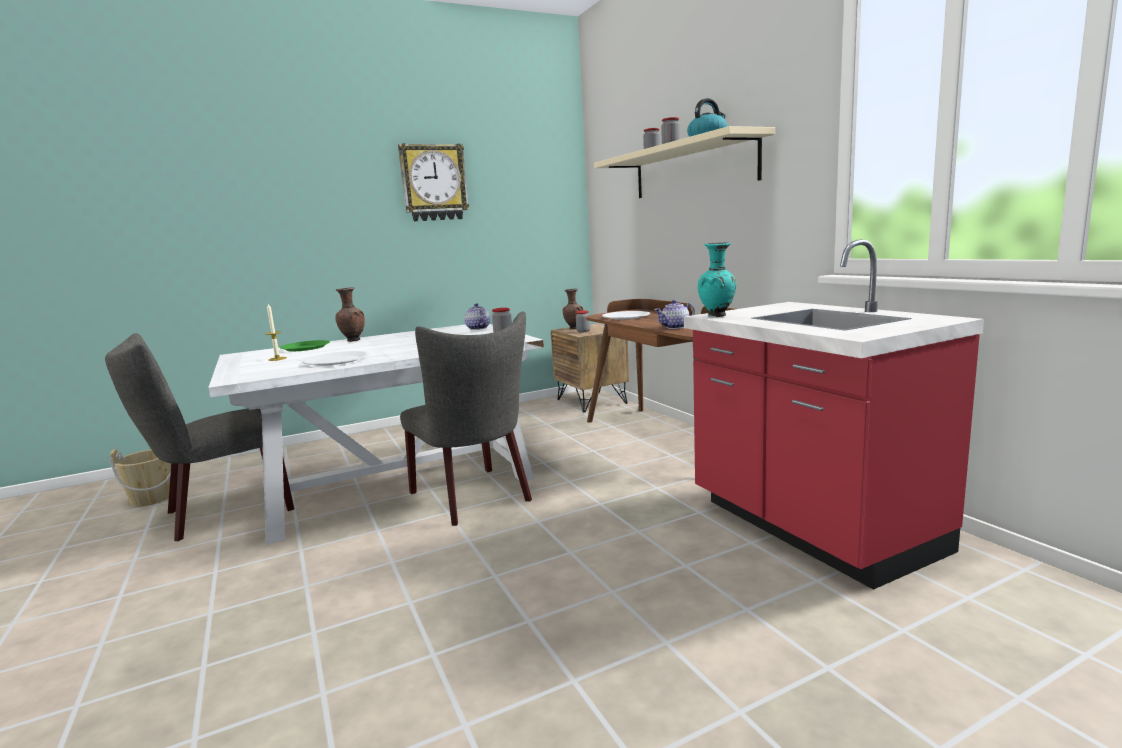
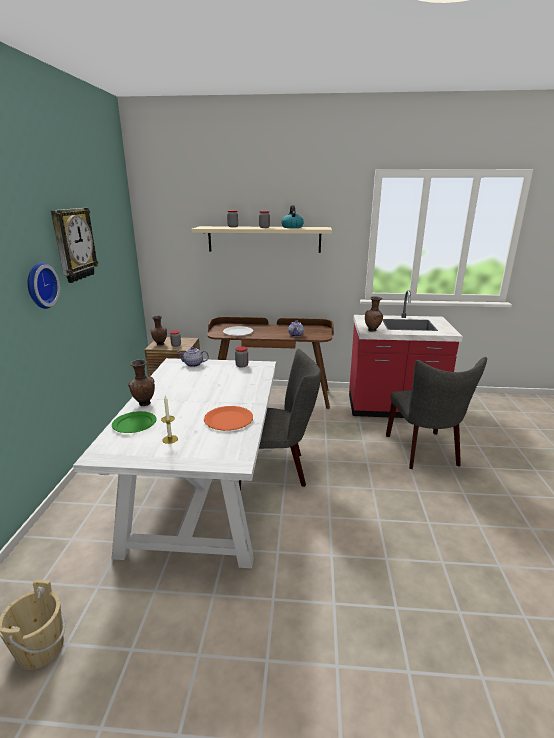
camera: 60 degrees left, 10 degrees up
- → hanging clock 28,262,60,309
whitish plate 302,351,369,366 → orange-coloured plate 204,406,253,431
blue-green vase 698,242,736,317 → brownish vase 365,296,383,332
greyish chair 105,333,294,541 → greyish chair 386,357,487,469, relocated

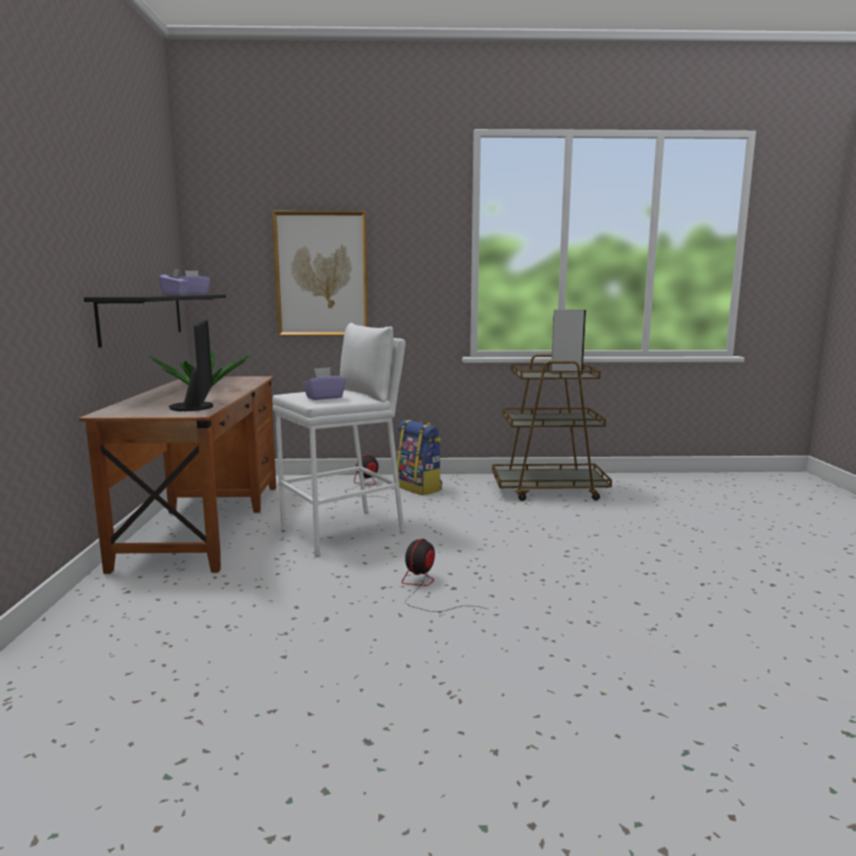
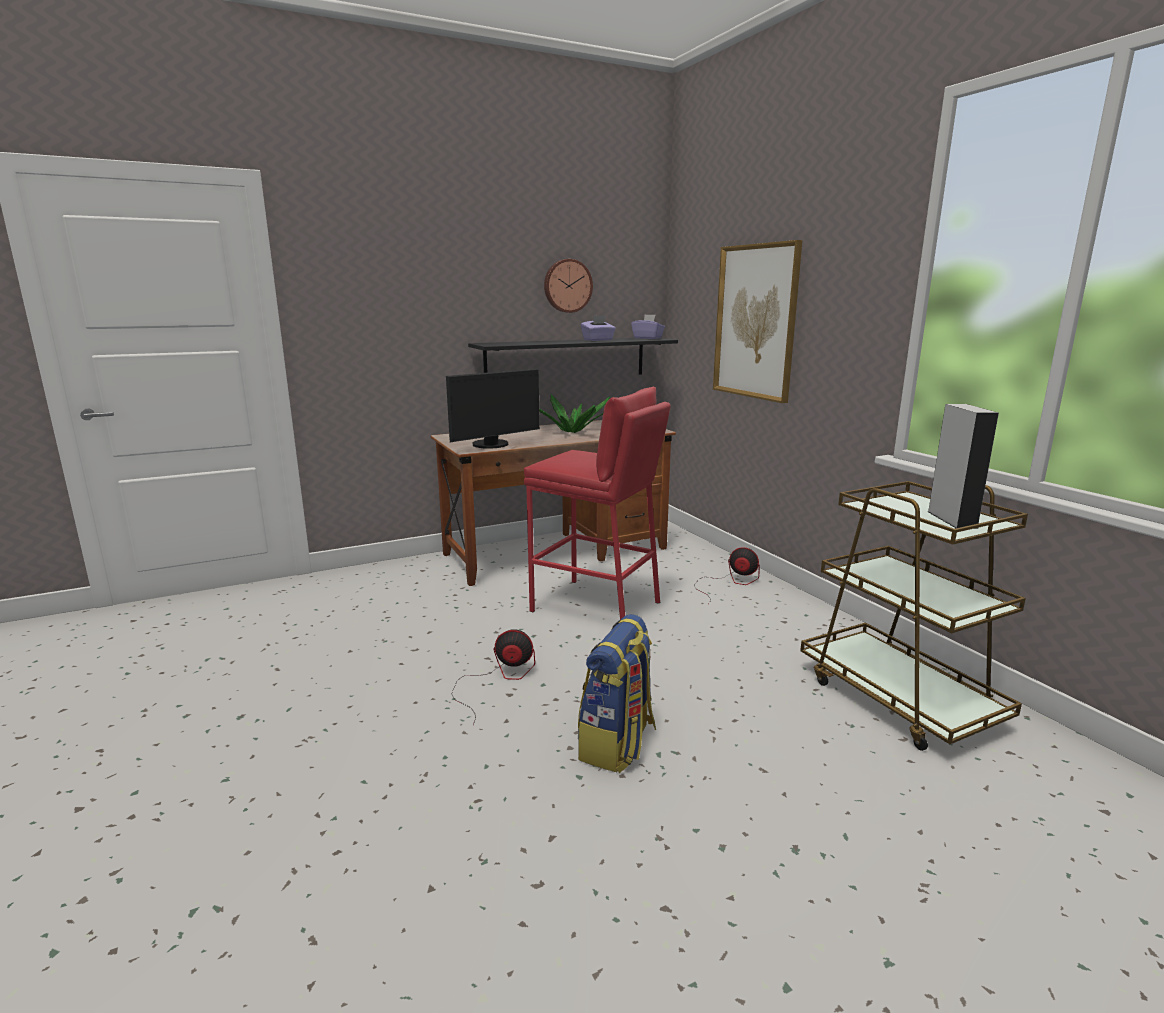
camera: 65 degrees right, 5 degrees up
whitish stool seat 273,323,406,557 → red stool seat 524,387,671,619
- → hanging clock 544,259,593,313
backpack 396,419,442,495 → backpack 578,614,656,773, relocated
purple tissue box 302,367,346,400 → -

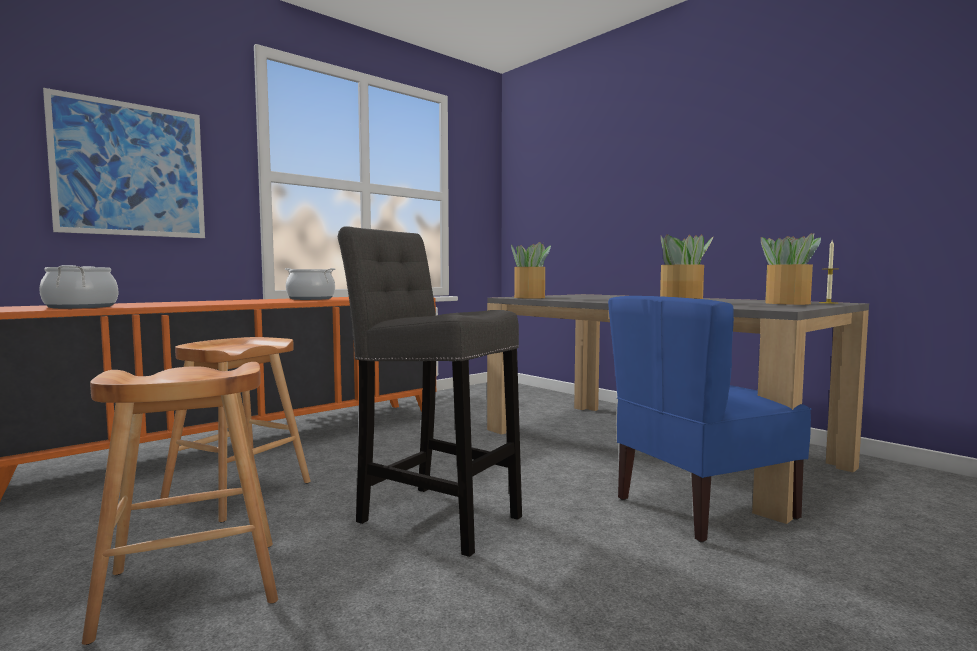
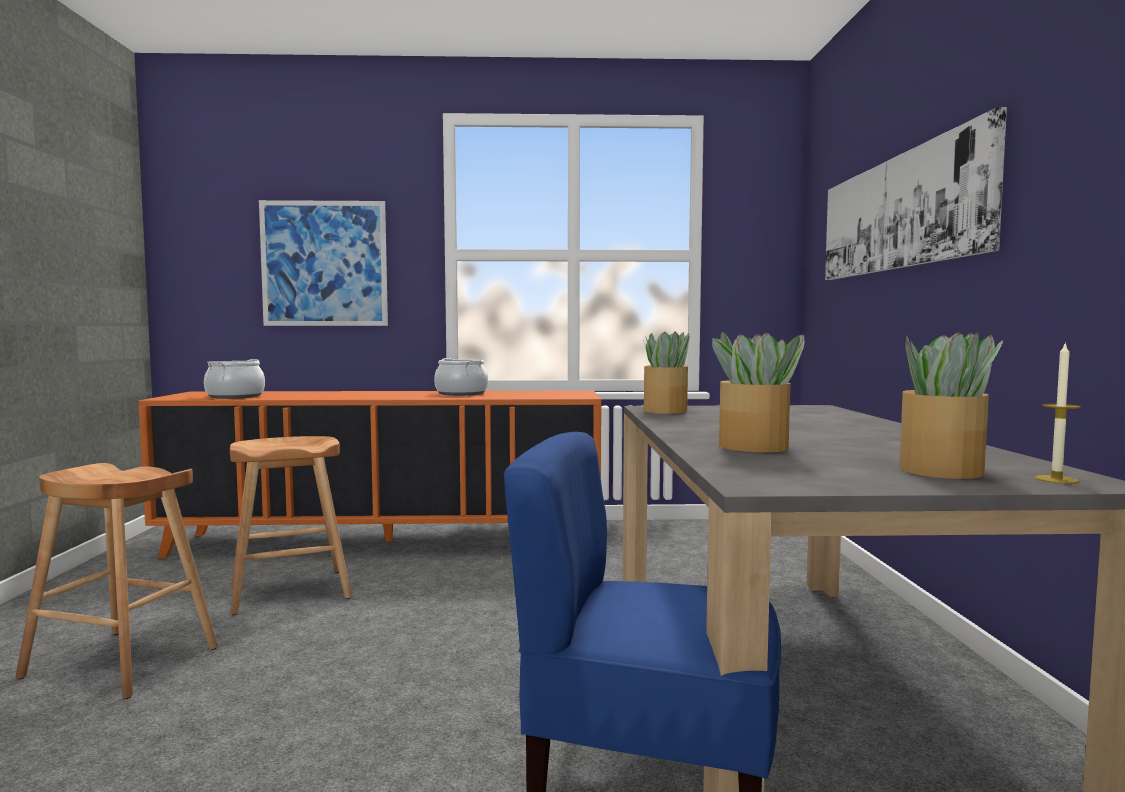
camera: 40 degrees right, 0 degrees up
- → picture 825,107,1007,280
greyish stool seat 338,226,522,557 → -

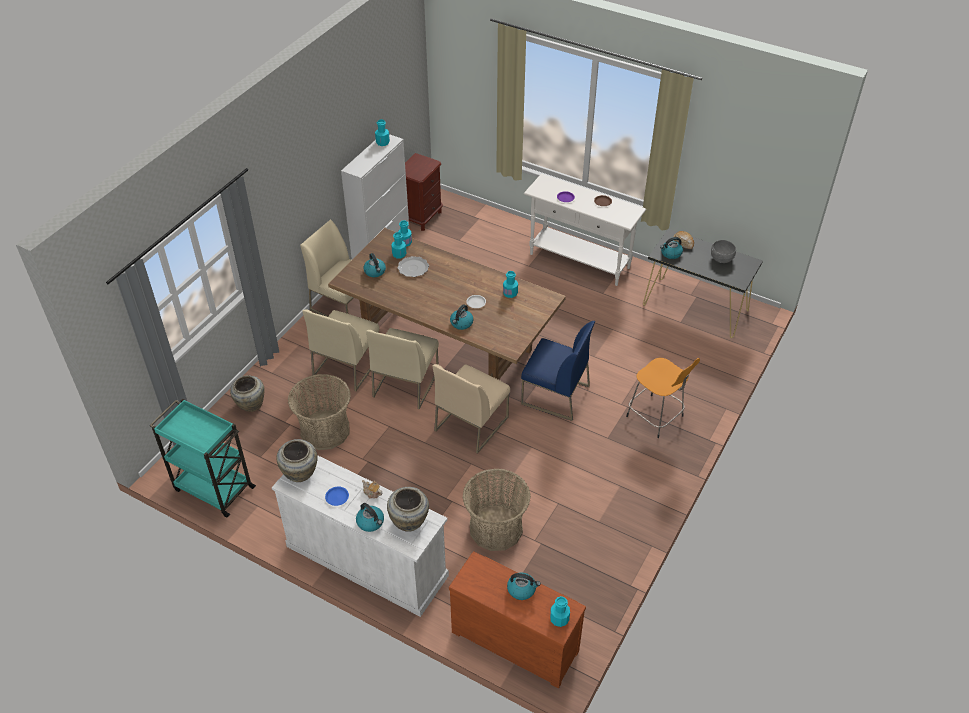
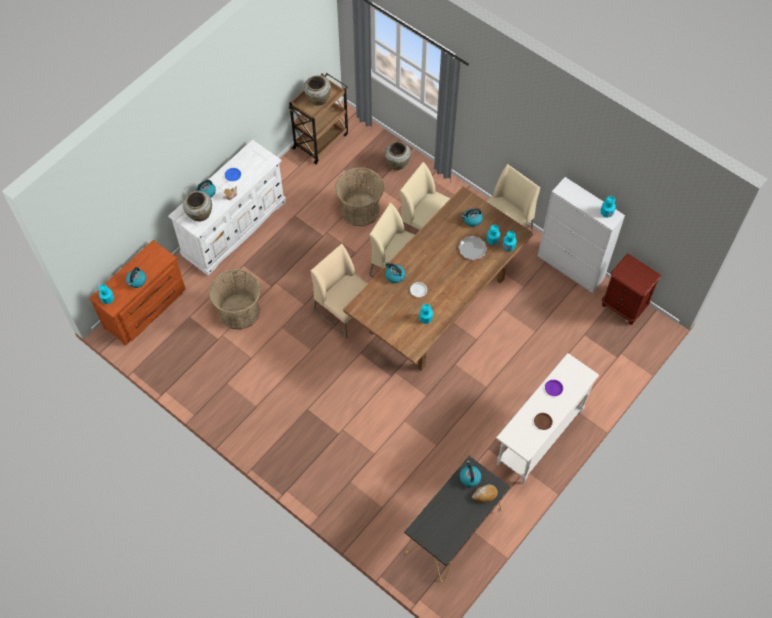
camera: 100 degrees right, 15 degrees up
blue-green wheeled cart 150,398,256,517 → brownish wheeled cart 288,73,348,164
beige-coloured vase 276,439,318,482 → beige-coloured vase 304,76,331,106, relocated
blue chair 521,321,595,421 → -
orange-coloured stool seat 626,358,700,438 → -
greyish deep dish 711,240,736,263 → -

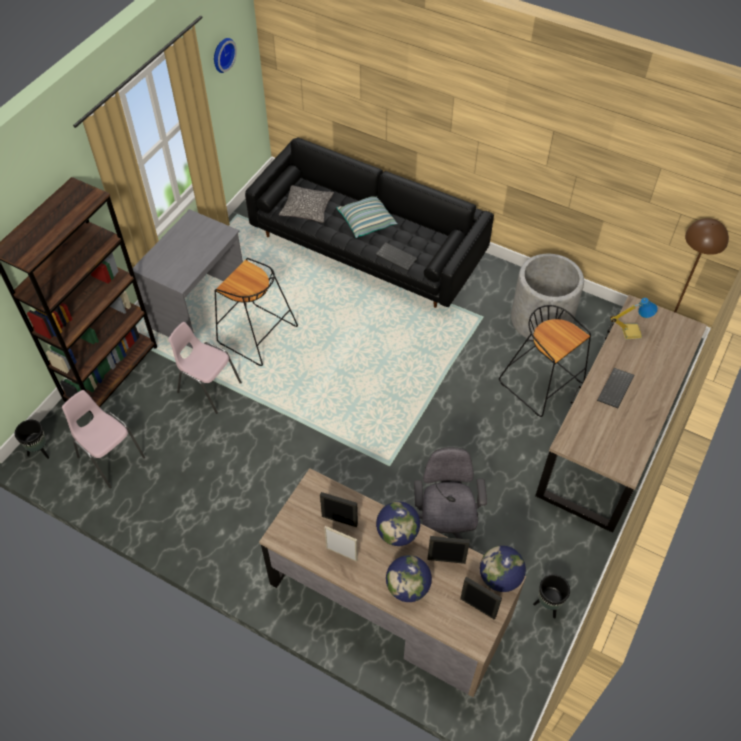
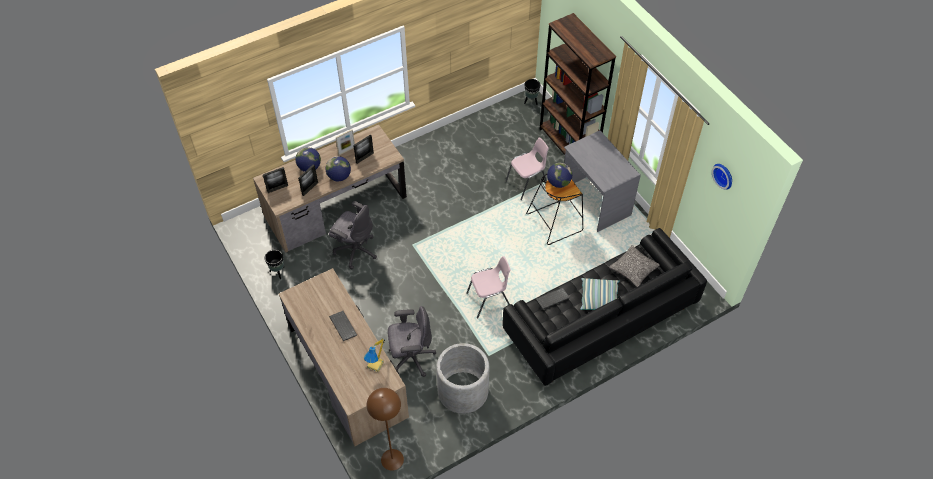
camera: 120 degrees right, 0 degrees up
black-coloured stool seat 499,305,591,417 → greyish desk chair 388,306,436,377
pink-coloured chair 62,390,145,488 → pink-coloured chair 466,256,510,318, relocated
globe 480,546,526,592 → globe 547,163,572,188, relocated

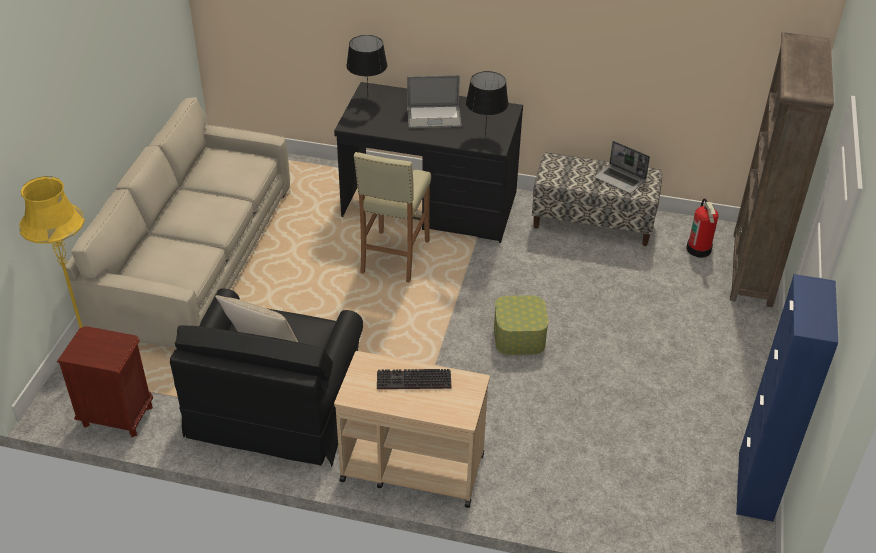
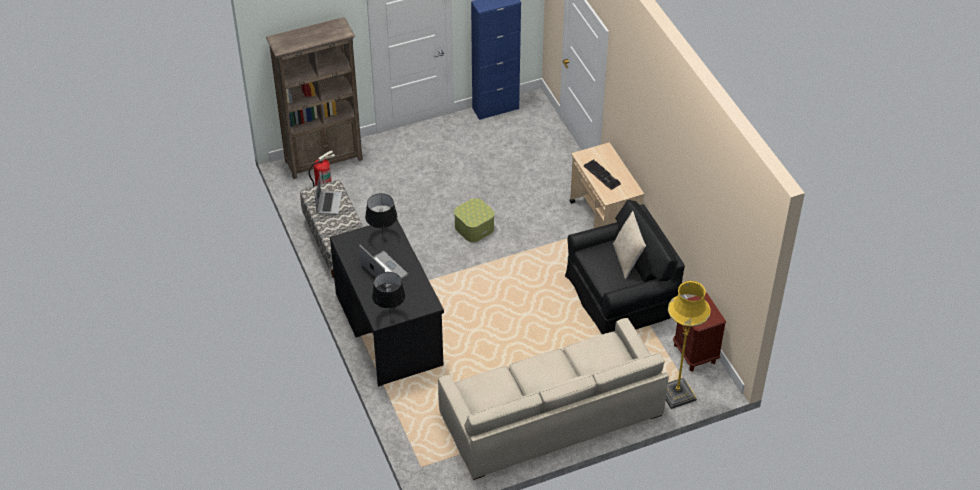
camera: 125 degrees left, 5 degrees up
beige-coloured stool seat 354,152,431,283 → -

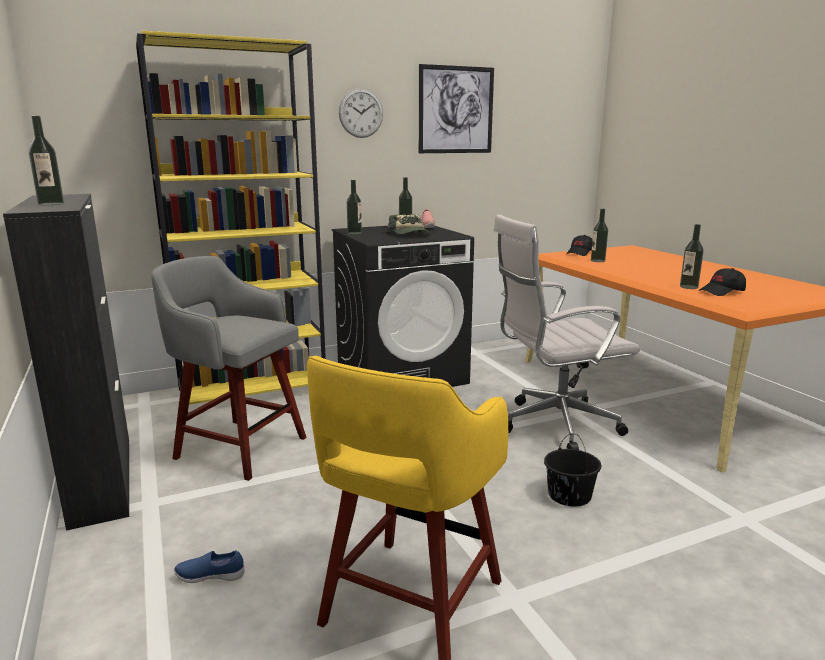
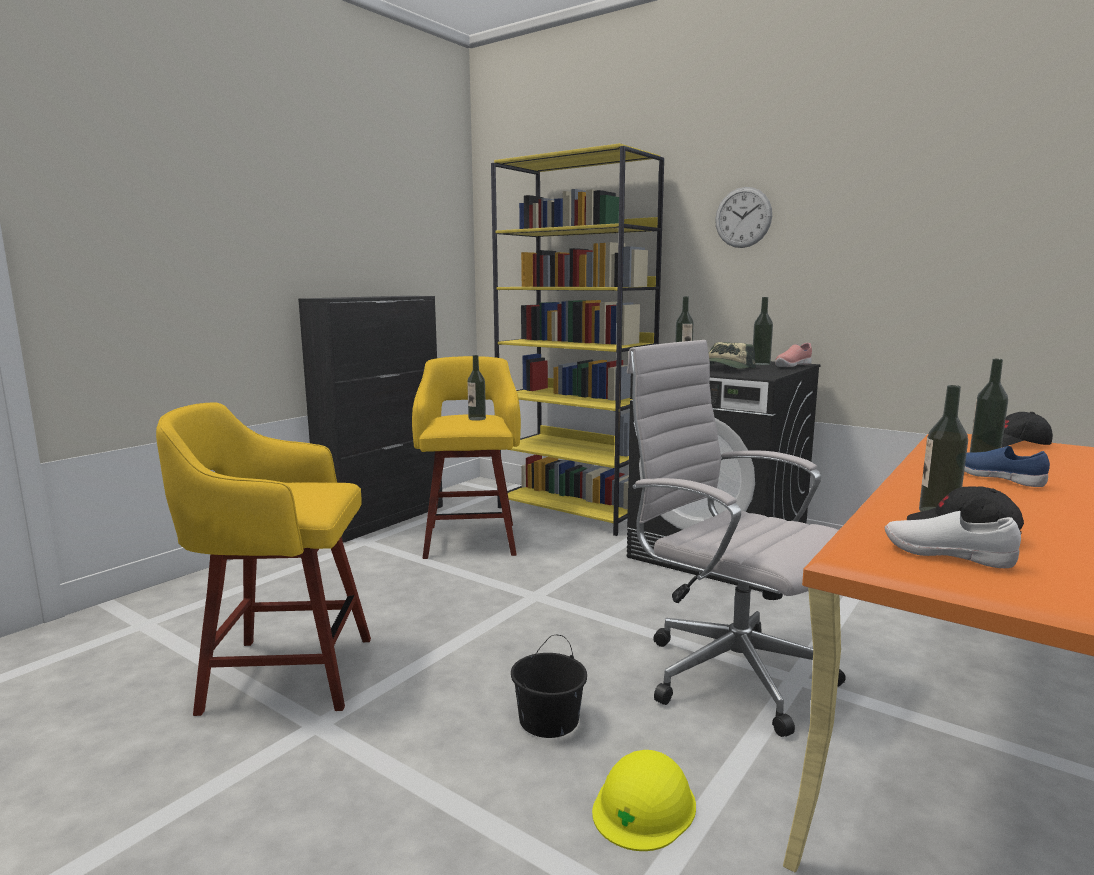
camera: 60 degrees right, 5 degrees down
greyish stool seat 152,256,307,481 → yellow-coloured stool seat 412,356,521,559
beverage bottle 29,116,64,205 → beverage bottle 467,355,486,421, relocated
- → yellow-coloured safety helmet 592,750,696,851
- → whitish item of footwear 885,511,1021,568
blue item of footwear 174,551,245,583 → blue item of footwear 964,446,1050,487, relocated
picture 419,64,494,153 → -

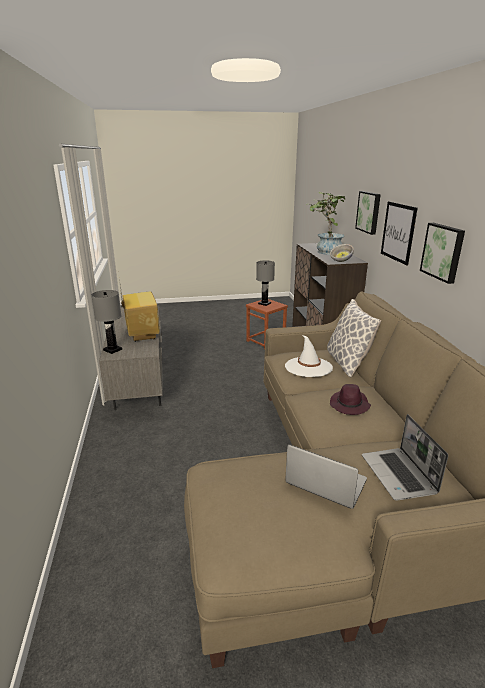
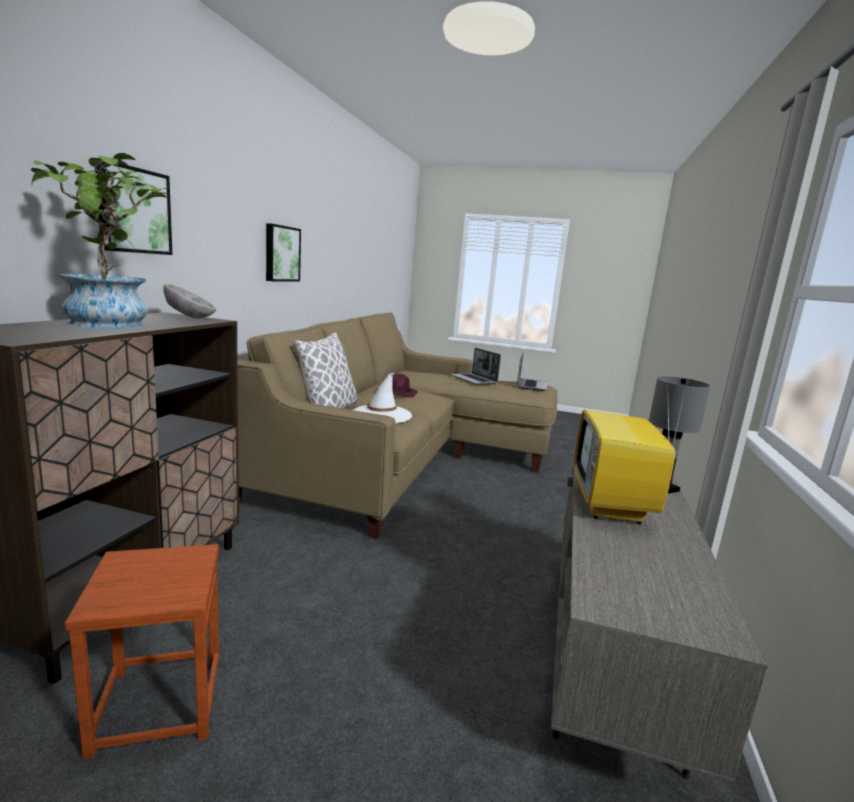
camera: 155 degrees left, 10 degrees down
portable computer 362,414,448,501 → portable computer 517,352,548,391, relocated
greyish lamp for a table 256,260,275,306 → -
picture 381,201,417,265 → -

